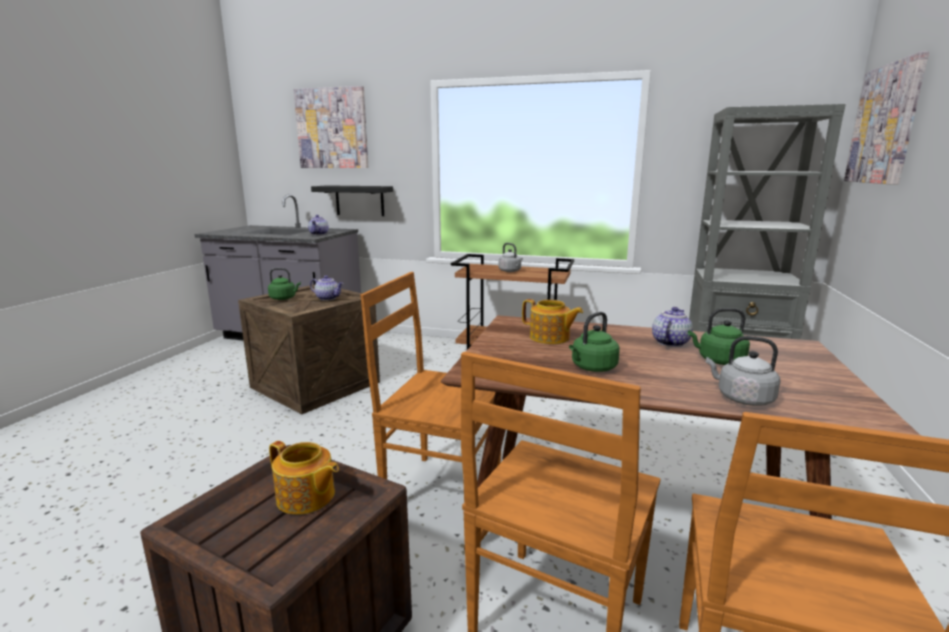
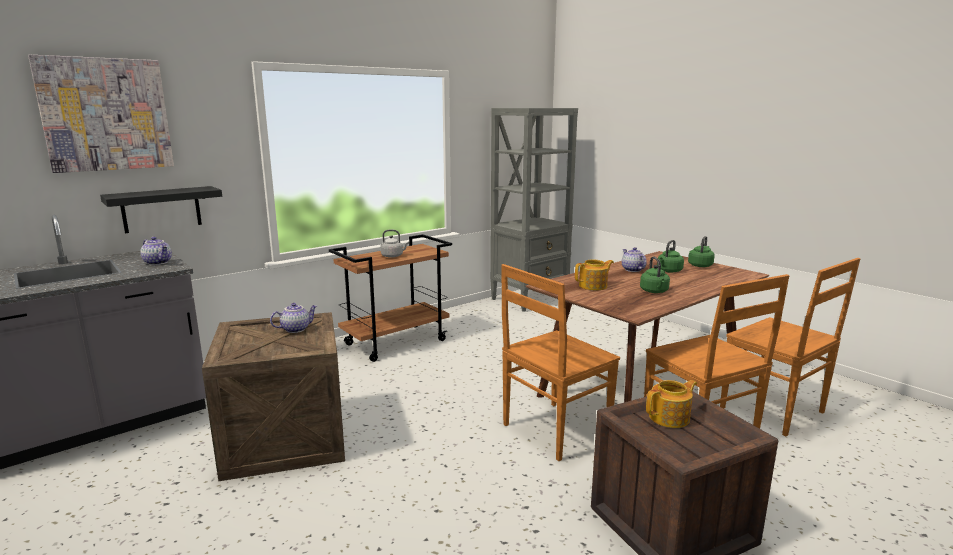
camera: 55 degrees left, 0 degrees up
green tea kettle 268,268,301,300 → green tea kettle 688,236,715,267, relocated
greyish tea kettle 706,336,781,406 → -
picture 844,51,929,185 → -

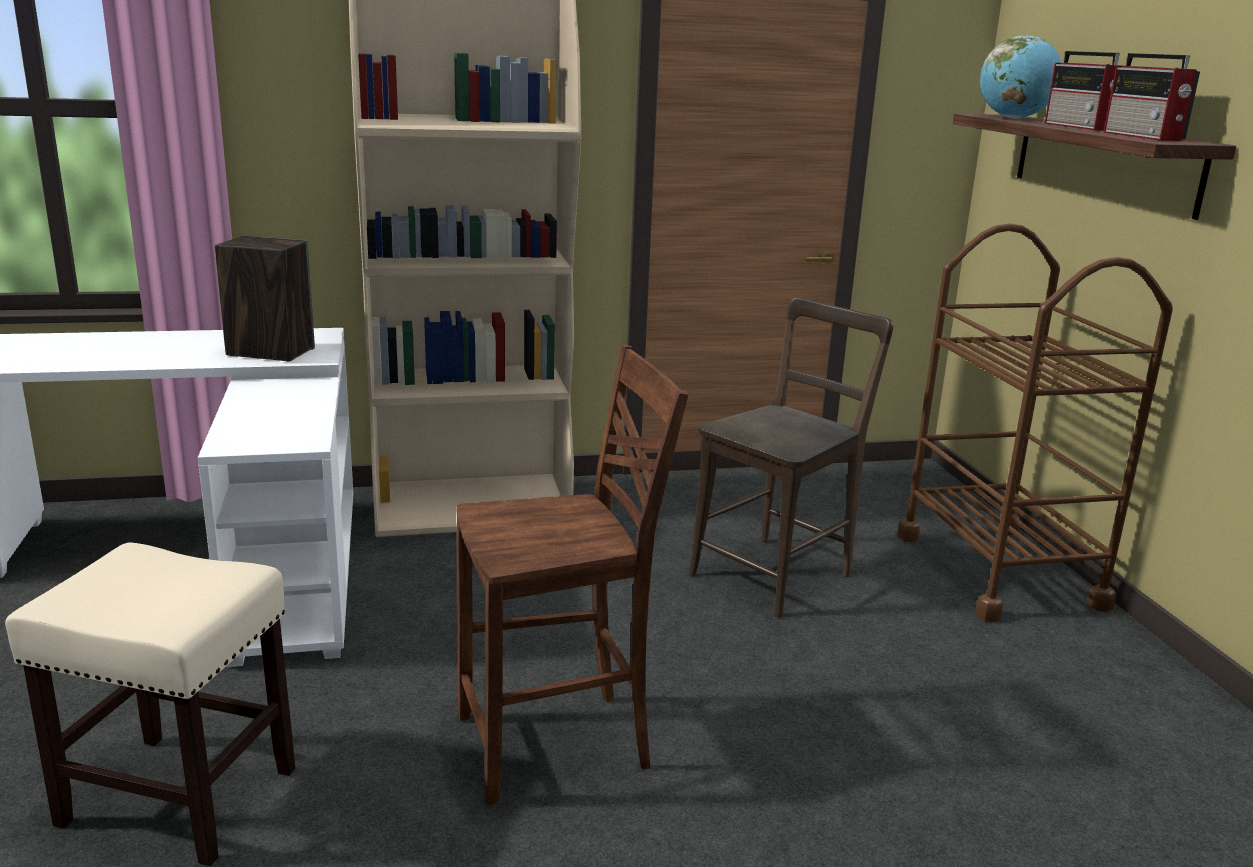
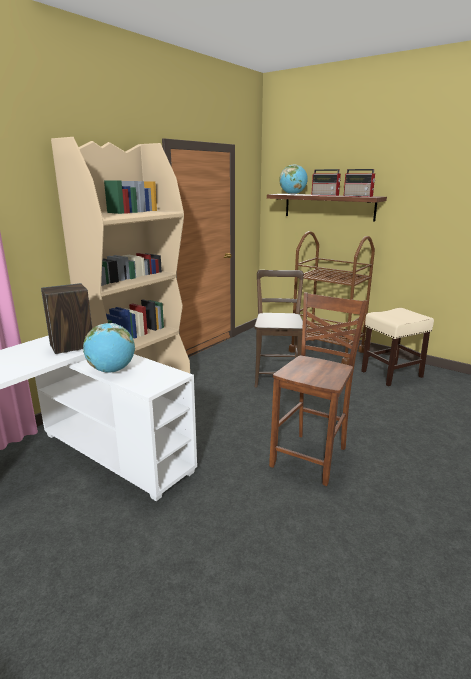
camera: 40 degrees left, 0 degrees up
- → globe 83,323,135,373
beige-coloured stool seat 5,543,295,866 → beige-coloured stool seat 361,308,434,386, relocated

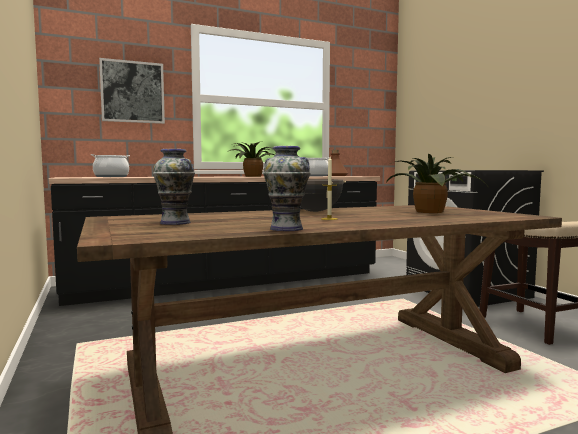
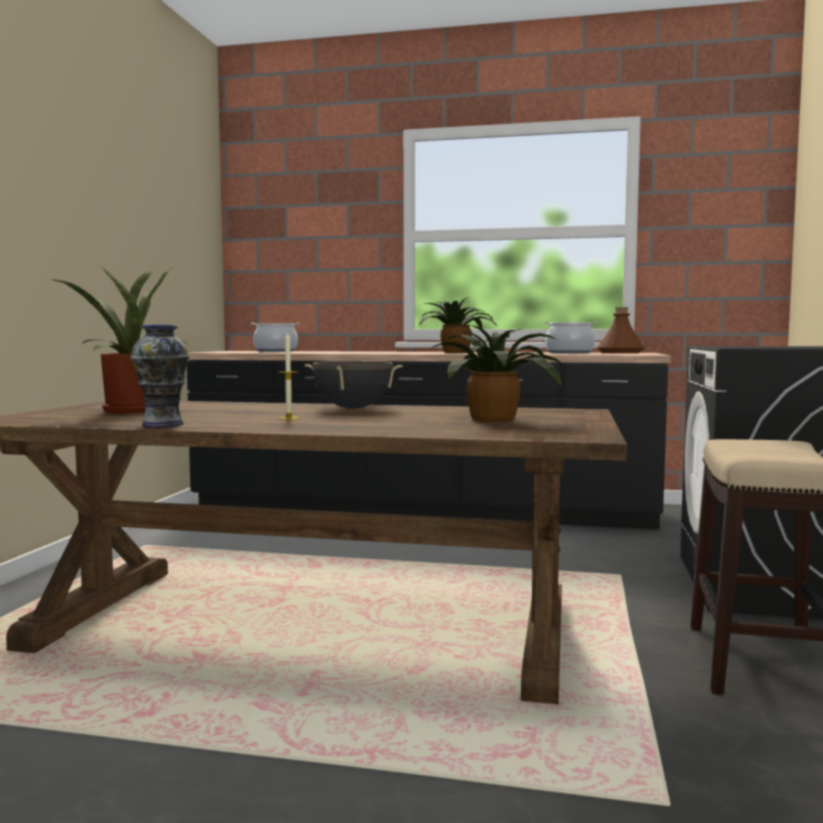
camera: 35 degrees right, 0 degrees up
vase 153,149,195,225 → plant in a pot 51,267,187,414
picture 99,58,165,124 → -

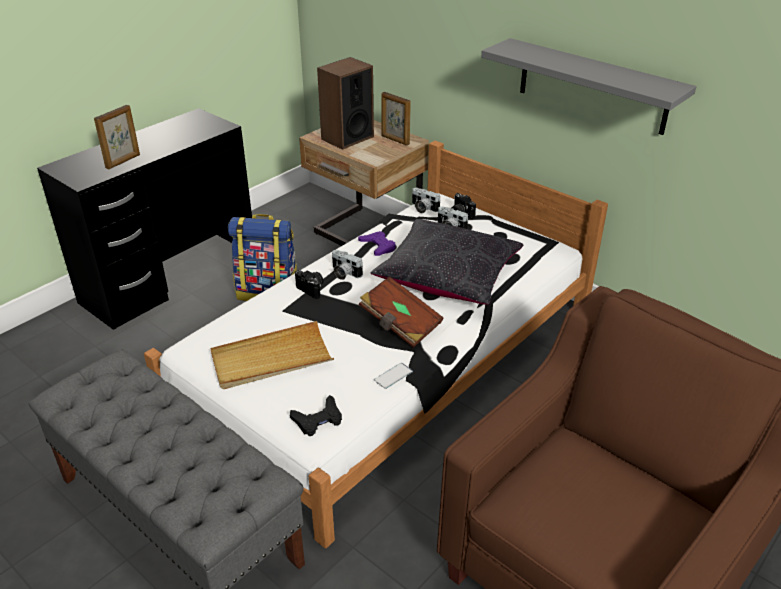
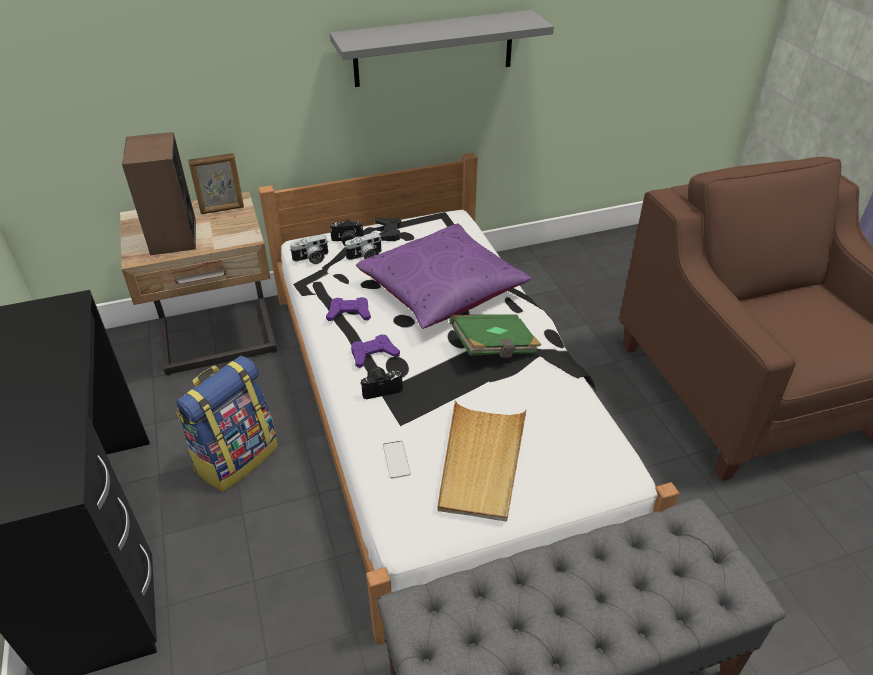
camera: 60 degrees left, 5 degrees up
still camera 332,250,363,280 → purple gamepad 351,335,400,368
black-coloured throw pillow 371,219,523,305 → purple throw pillow 356,224,531,329
black-coloured gamepad 290,395,342,436 → black-coloured gamepad 375,217,402,241, relocated
phone 374,363,413,389 → phone 383,441,411,478, relocated
brownish book 359,276,443,348 → green book 449,314,541,358
photo frame 94,105,140,169 → -

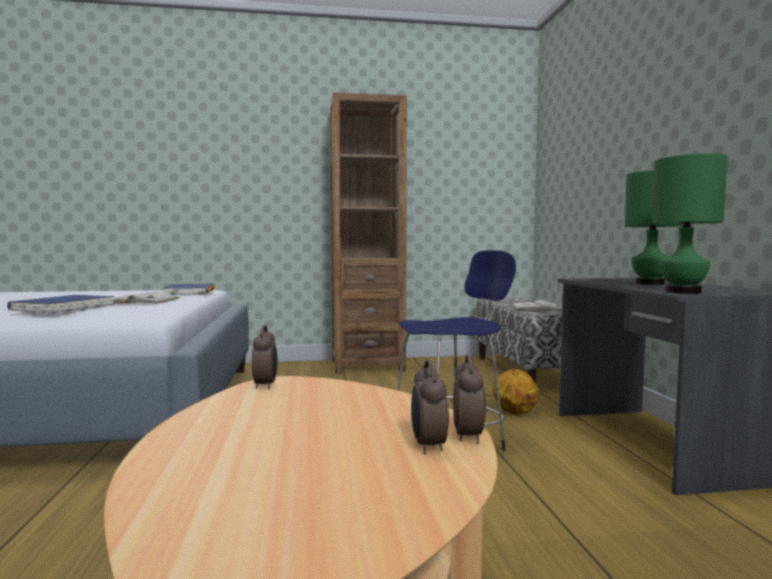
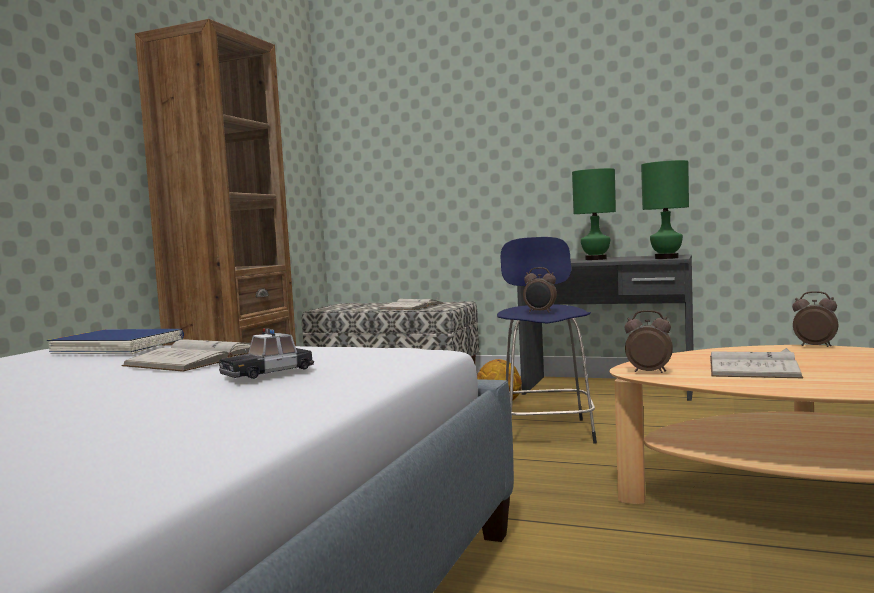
camera: 60 degrees left, 0 degrees up
blue book 7,295,114,314 → model car 219,328,314,379
table clock 411,360,449,454 → table clock 523,267,557,313, relocated
- → whitish book 710,348,803,378

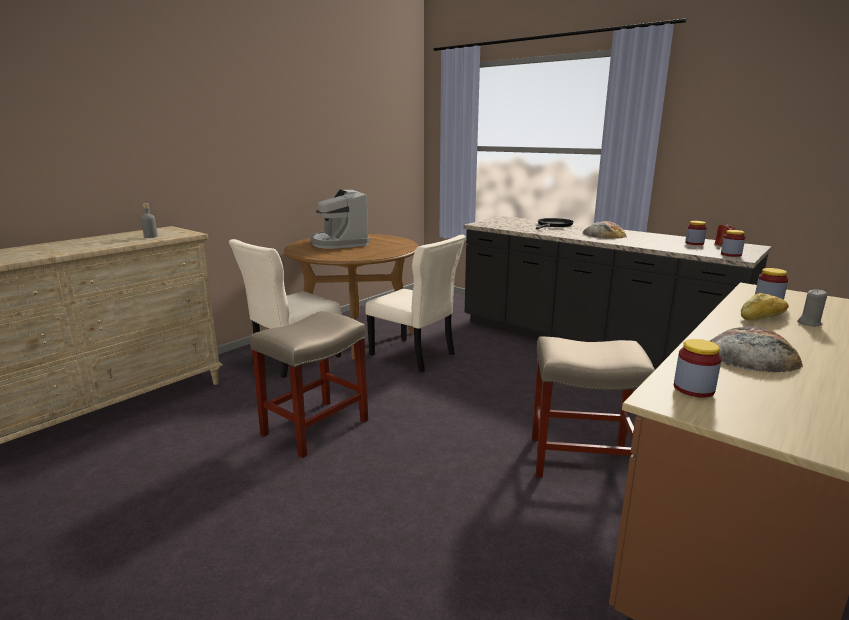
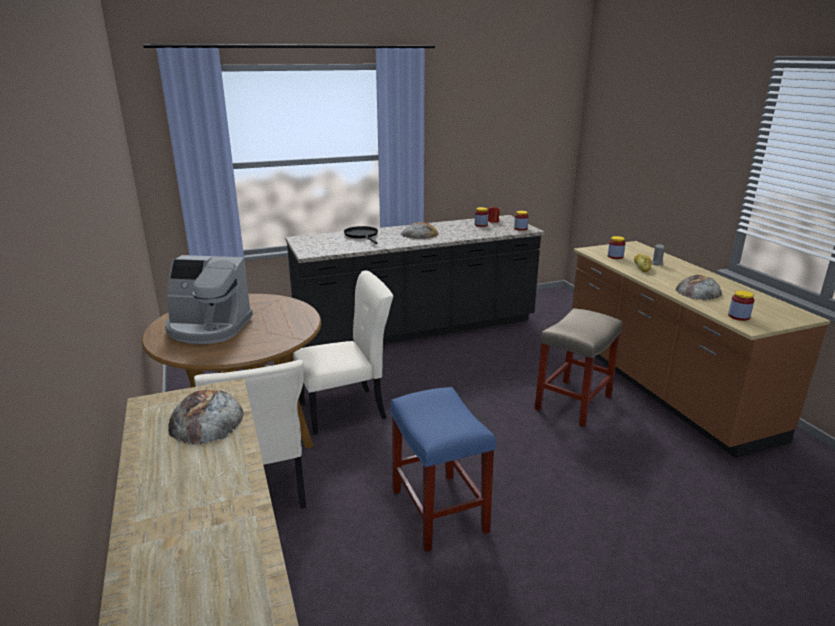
camera: 60 degrees left, 5 degrees up
greyish beverage bottle 141,203,158,238 → bakery bread 168,390,244,445
beige-coloured stool seat 250,311,368,458 → blue stool seat 390,387,496,552

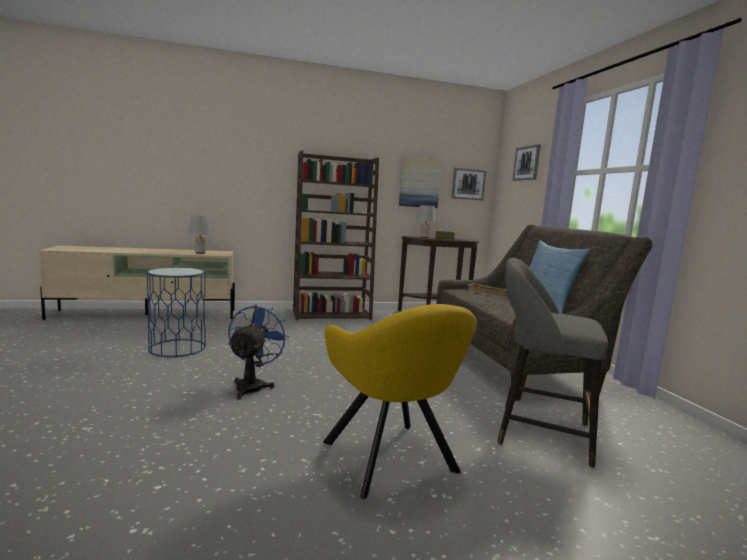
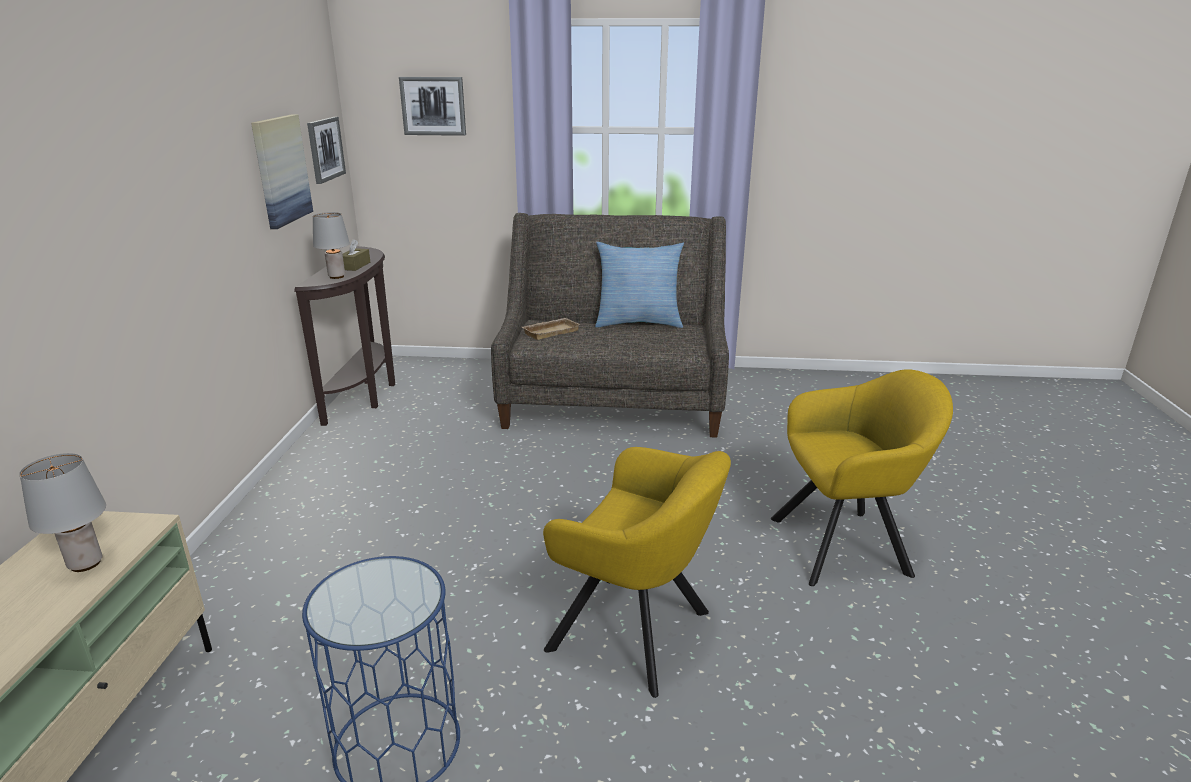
camera: 70 degrees left, 15 degrees up
blue electric fan 228,304,289,400 → yellow-coloured easy chair 543,447,731,698
brownish shelving unit 293,150,379,321 → -
greyish stool seat 497,258,608,468 → -

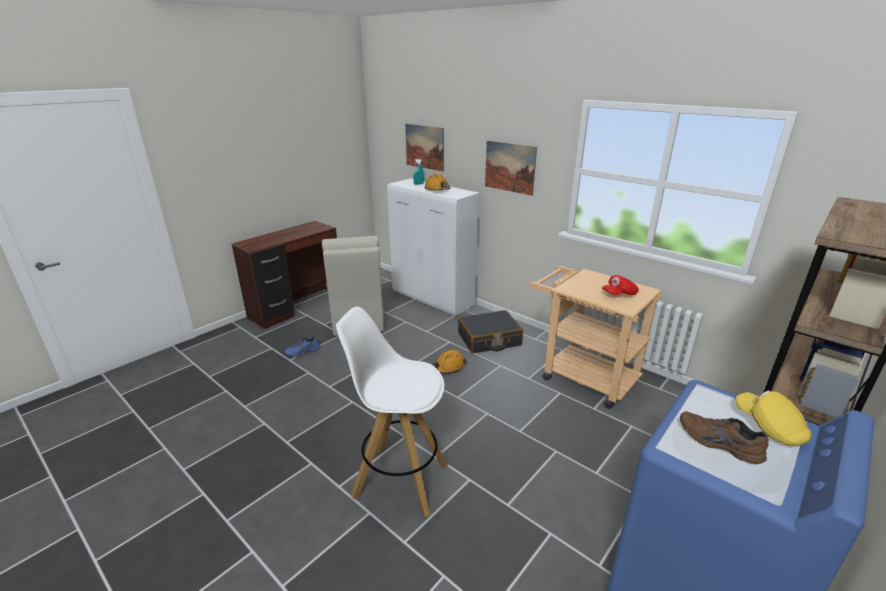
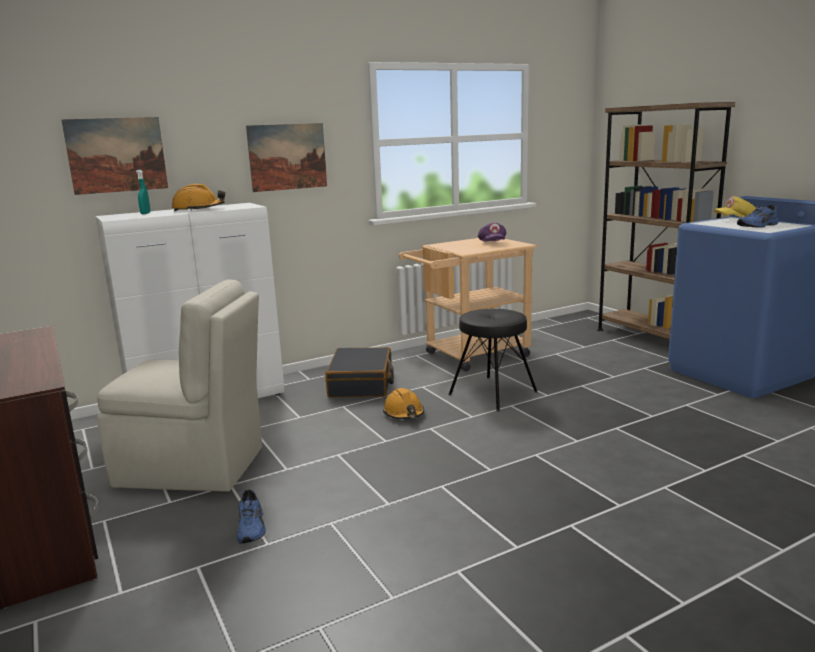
camera: 70 degrees left, 10 degrees down
- → black-coloured stool seat 448,309,537,411
red peaked cap 602,275,639,295 → purple peaked cap 478,223,506,241
brownish item of footwear 680,411,768,464 → blue item of footwear 737,205,779,228
whitish stool seat 336,307,448,517 → -

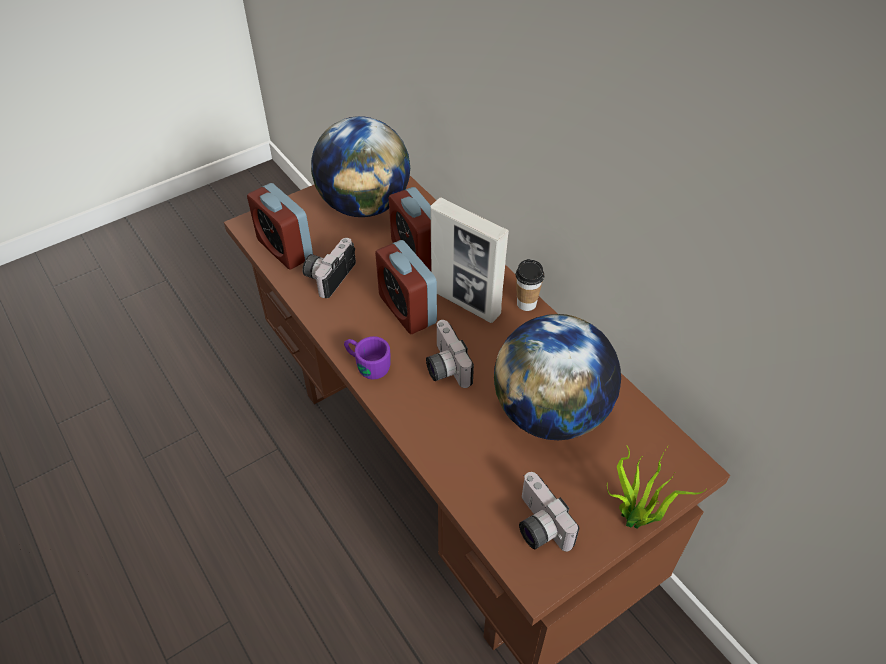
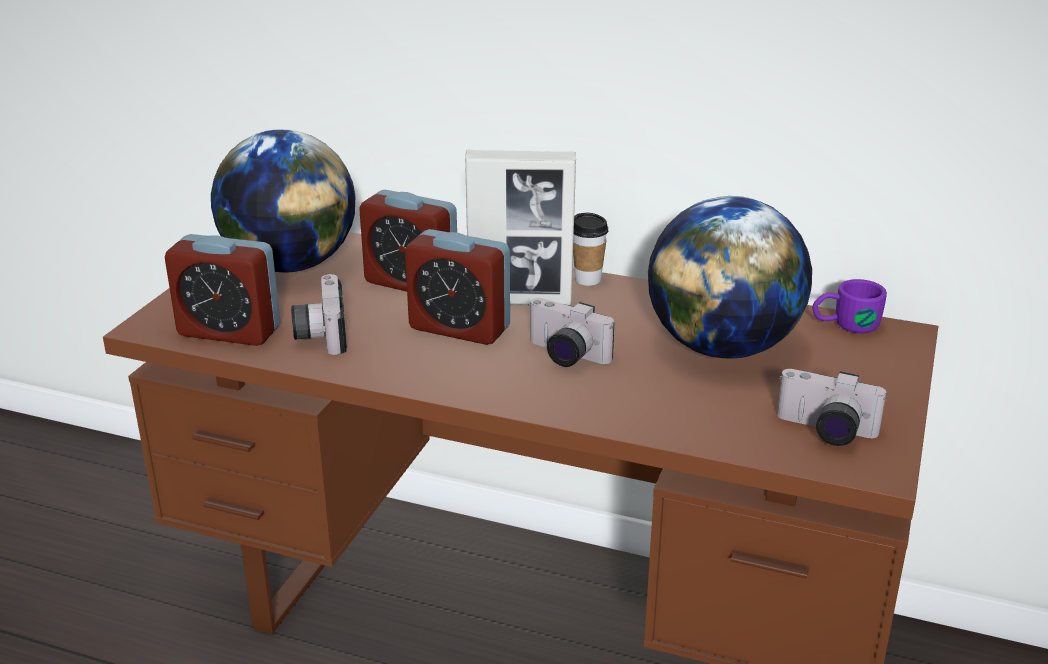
camera: 35 degrees left, 20 degrees down
purple mug 344,336,391,379 → purple mug 813,279,887,333, relocated
plant in a pot 607,445,706,528 → -

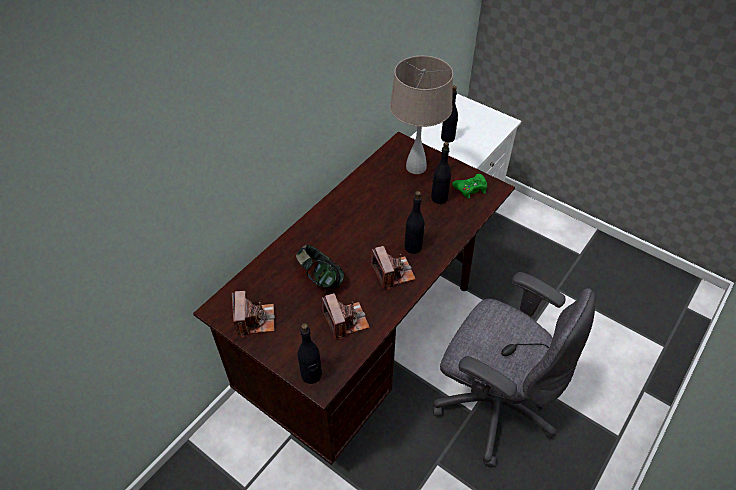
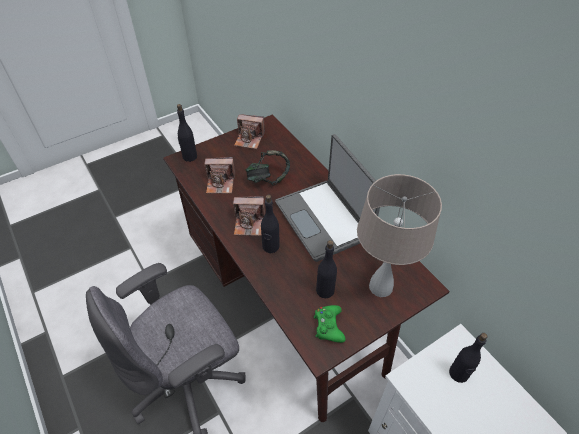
camera: 110 degrees right, 0 degrees up
- → portable computer 275,134,380,262

